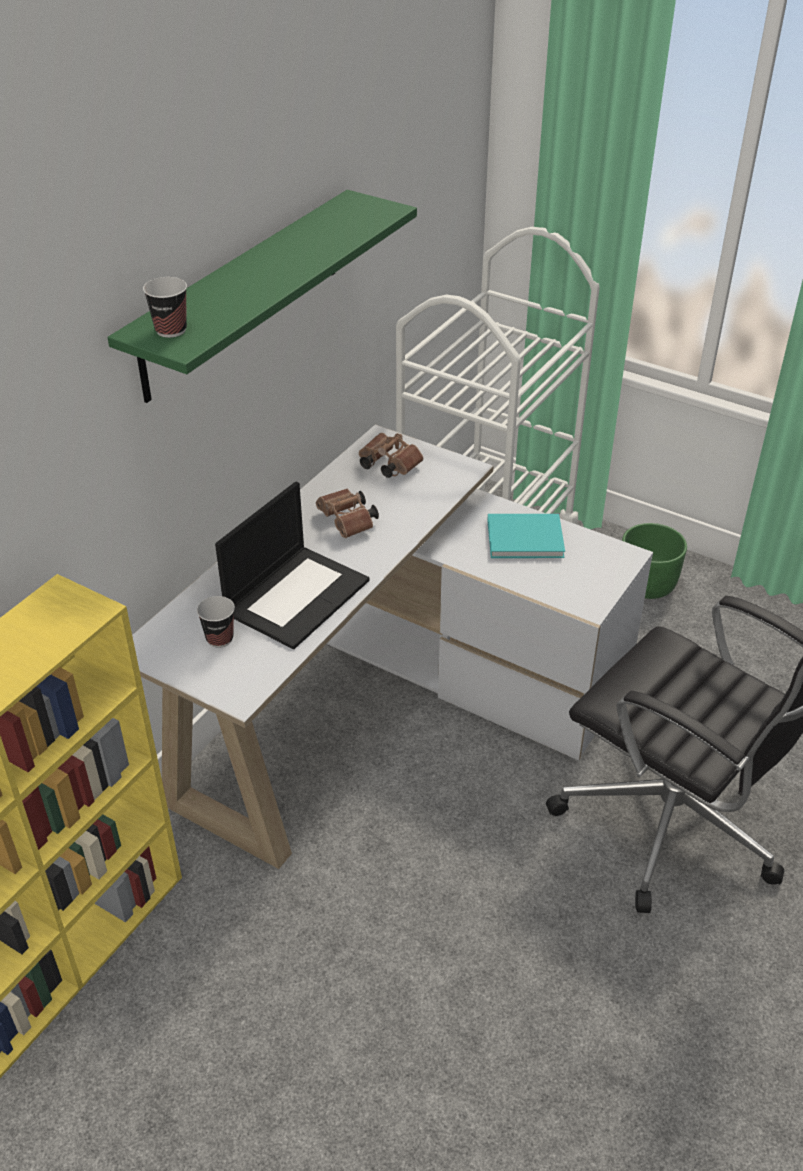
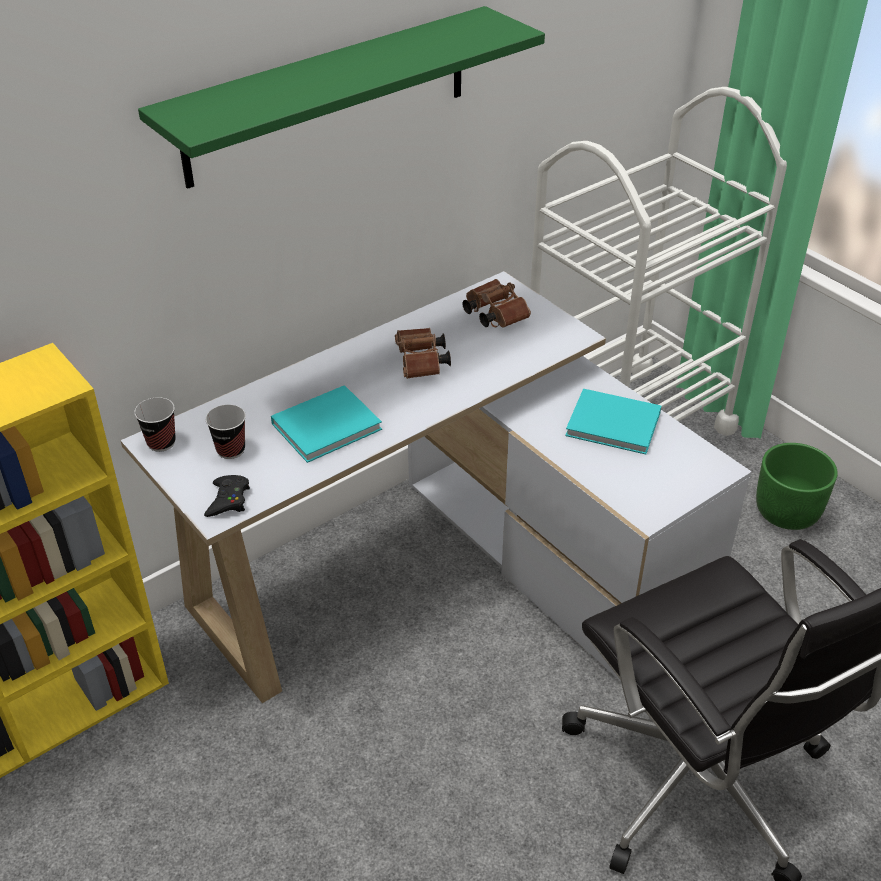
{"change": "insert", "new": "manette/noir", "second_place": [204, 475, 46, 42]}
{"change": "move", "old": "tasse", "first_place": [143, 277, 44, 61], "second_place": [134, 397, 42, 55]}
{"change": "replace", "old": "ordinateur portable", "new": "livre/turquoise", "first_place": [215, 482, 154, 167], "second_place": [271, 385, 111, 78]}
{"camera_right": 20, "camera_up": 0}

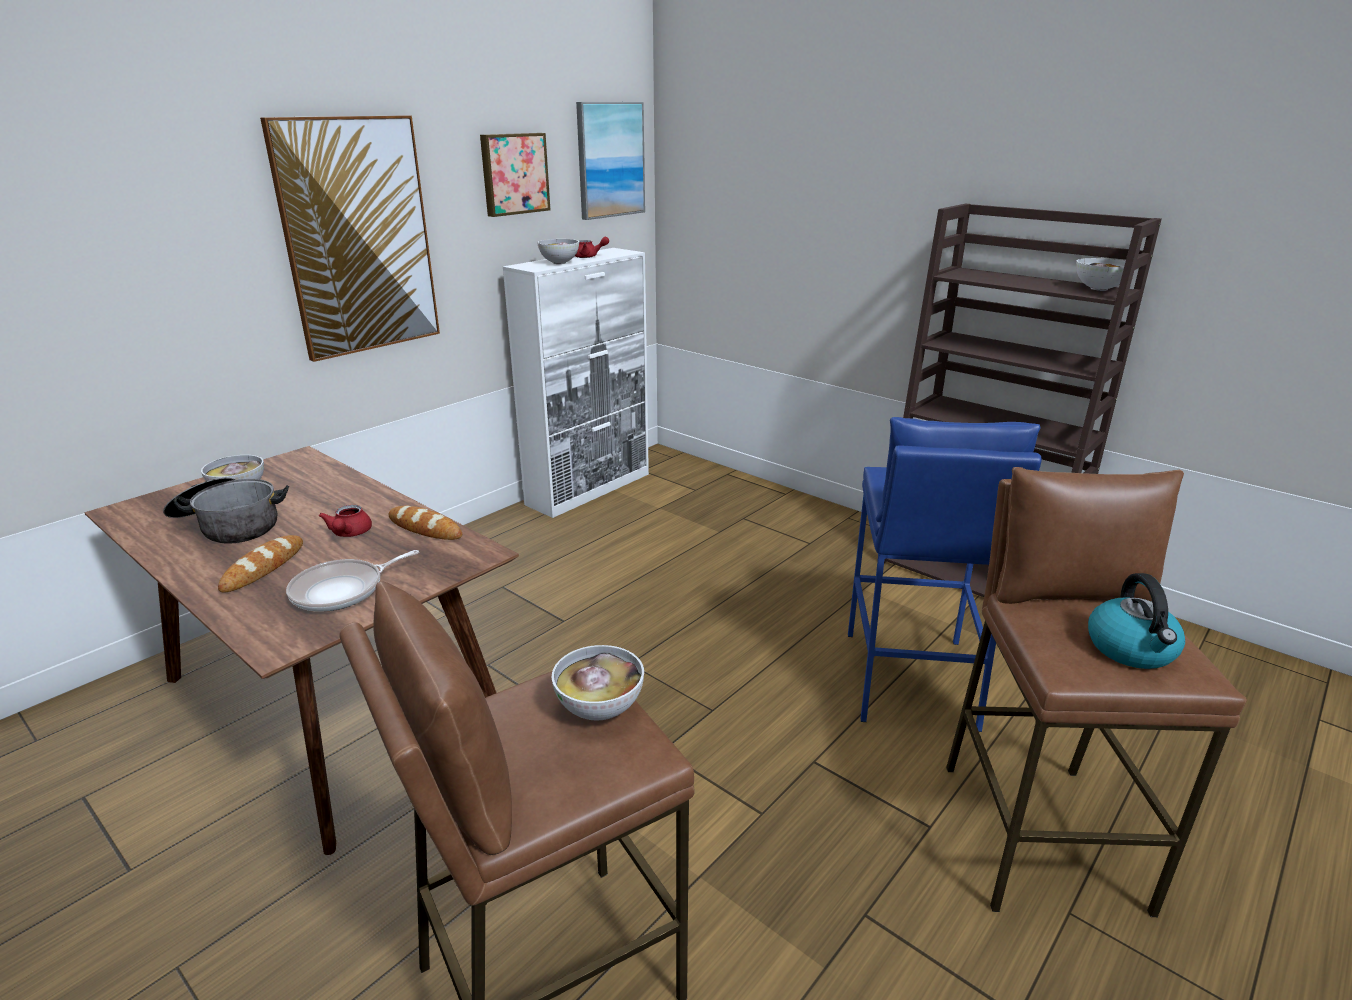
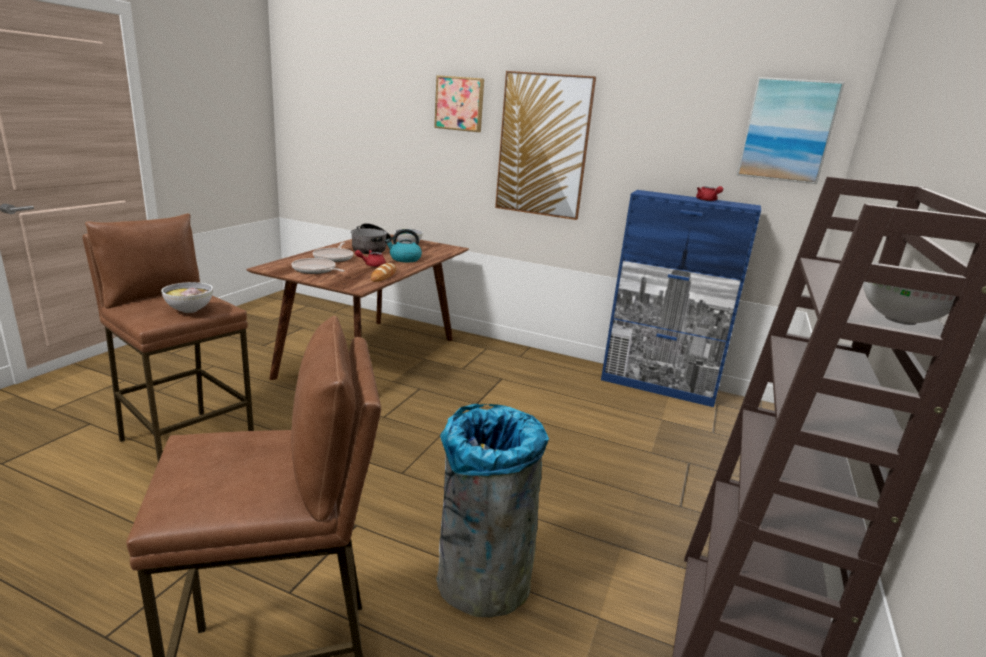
{"change": "delete", "old": "bol", "first_place": [537, 239, 42, 25]}
{"change": "move", "old": "tableau", "first_place": [480, 133, 70, 84], "second_place": [434, 75, 50, 57]}
{"change": "move", "old": "bouilloire", "first_place": [1088, 573, 97, 96], "second_place": [385, 229, 37, 33]}
{"change": "replace", "old": "pain", "new": "poêle", "first_place": [218, 535, 85, 58], "second_place": [313, 242, 40, 20]}
{"change": "replace", "old": "tabouret/bleu", "new": "poubelle/gris", "first_place": [848, 417, 194, 315], "second_place": [436, 404, 113, 213]}
{"change": "recolor", "old": "meuble de rangement/blanc", "new": "meuble de rangement/bleu", "first_place": [503, 248, 146, 270], "second_place": [601, 190, 160, 217]}
{"camera_right": 70, "camera_up": -5}

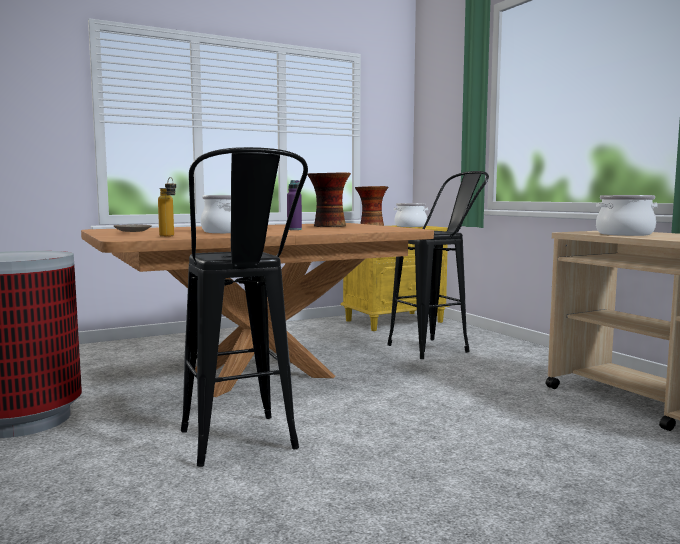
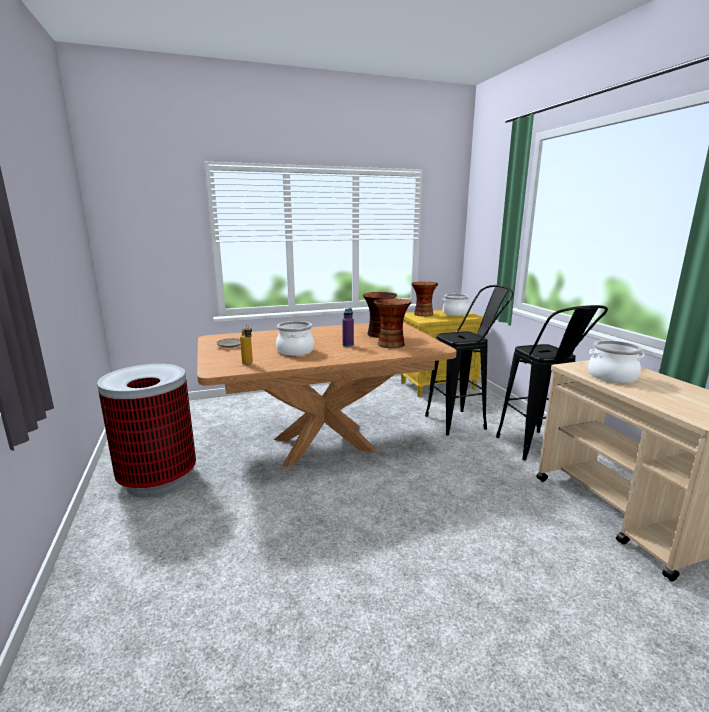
{"change": "insert", "new": "vase", "second_place": [374, 298, 37, 50]}
{"change": "move", "old": "tabouret/noir", "first_place": [181, 147, 127, 320], "second_place": [496, 305, 112, 156]}
{"camera_right": 10, "camera_up": 10}

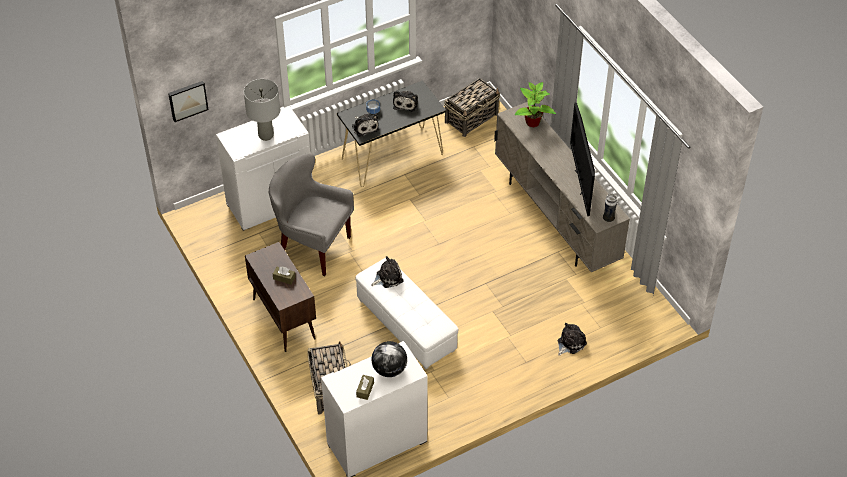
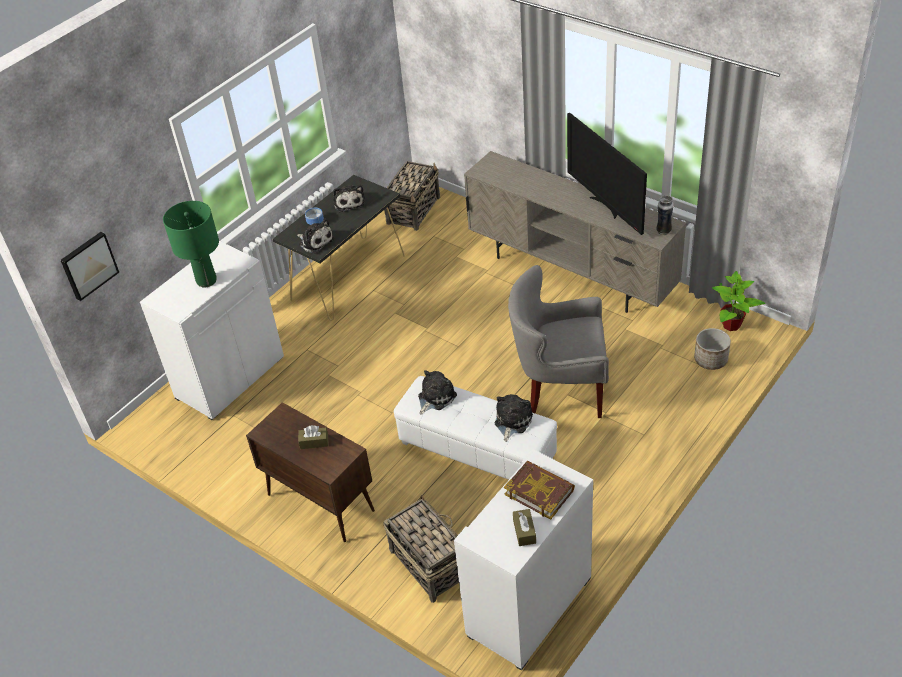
{"change": "insert", "new": "cache-pot", "second_place": [694, 328, 37, 42]}
{"change": "move", "old": "fauteuil/gris", "first_place": [269, 153, 85, 124], "second_place": [508, 265, 101, 153]}
{"change": "move", "old": "plante en pot", "first_place": [515, 82, 41, 45], "second_place": [712, 271, 54, 60]}
{"change": "move", "old": "peluche", "first_place": [558, 323, 29, 33], "second_place": [495, 394, 38, 48]}
{"change": "replace", "old": "globe", "new": "livre", "first_place": [371, 341, 36, 36], "second_place": [504, 461, 71, 59]}
{"change": "recolor", "old": "lampe de table/gris", "new": "lampe de table/vert", "first_place": [244, 79, 36, 62], "second_place": [163, 201, 56, 87]}
{"camera_right": -20, "camera_up": -5}

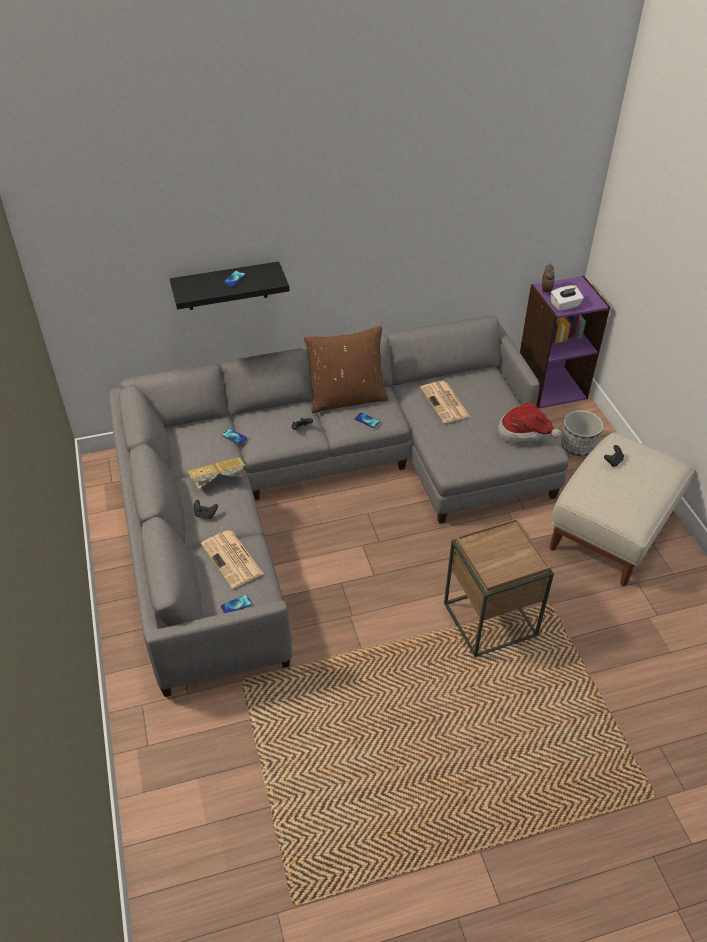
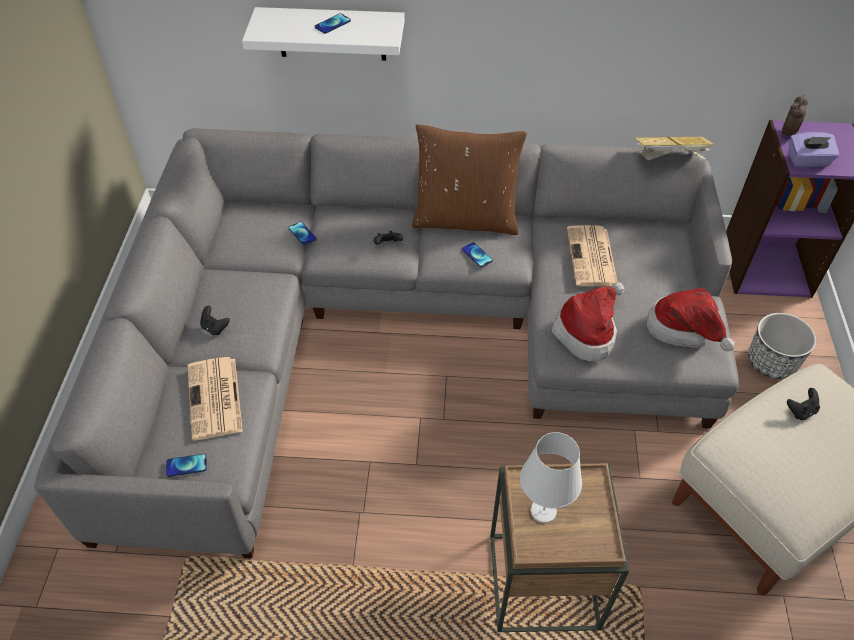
{"change": "insert", "new": "lampe de table/blanc", "second_place": [520, 432, 62, 91]}
{"change": "insert", "new": "chapeau", "second_place": [552, 282, 73, 80]}
{"change": "move", "old": "livre", "first_place": [187, 457, 58, 32], "second_place": [634, 136, 81, 24]}
{"change": "recolor", "old": "étagère/noir", "new": "étagère/blanc", "first_place": [170, 261, 119, 49], "second_place": [242, 7, 163, 54]}
{"change": "recolor", "old": "boîte à mouchoirs/blanc", "new": "boîte à mouchoirs/violet", "first_place": [551, 285, 33, 26], "second_place": [788, 132, 52, 35]}
{"camera_right": 20, "camera_up": 5}

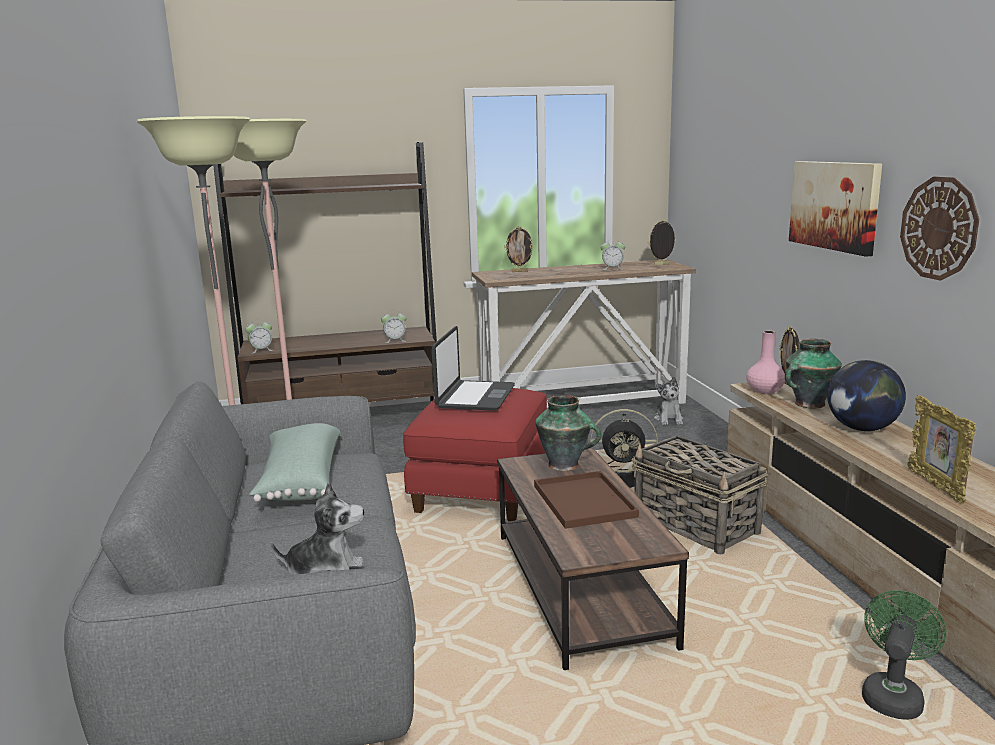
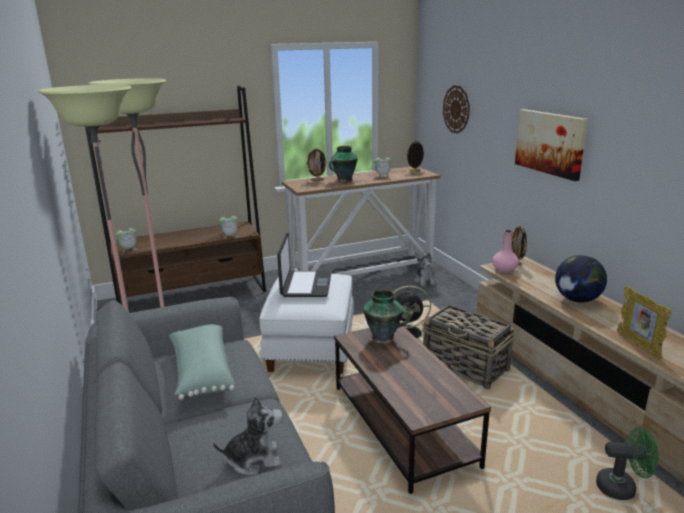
{"change": "delete", "old": "plateau/marron", "first_place": [534, 471, 105, 58]}
{"change": "move", "old": "vase", "first_place": [785, 339, 57, 69], "second_place": [329, 146, 29, 36]}
{"change": "move", "old": "horloge murale", "first_place": [900, 177, 79, 104], "second_place": [443, 85, 27, 49]}
{"change": "recolor", "old": "pouf/rouge", "new": "pouf/blanc", "first_place": [403, 388, 144, 133], "second_place": [259, 274, 94, 100]}
{"change": "rotate", "old": "ventilateur/vert", "first_place": [862, 590, 84, 130], "second_place": [596, 427, 63, 73], "degrees": 75}
{"camera_right": -10, "camera_up": 5}

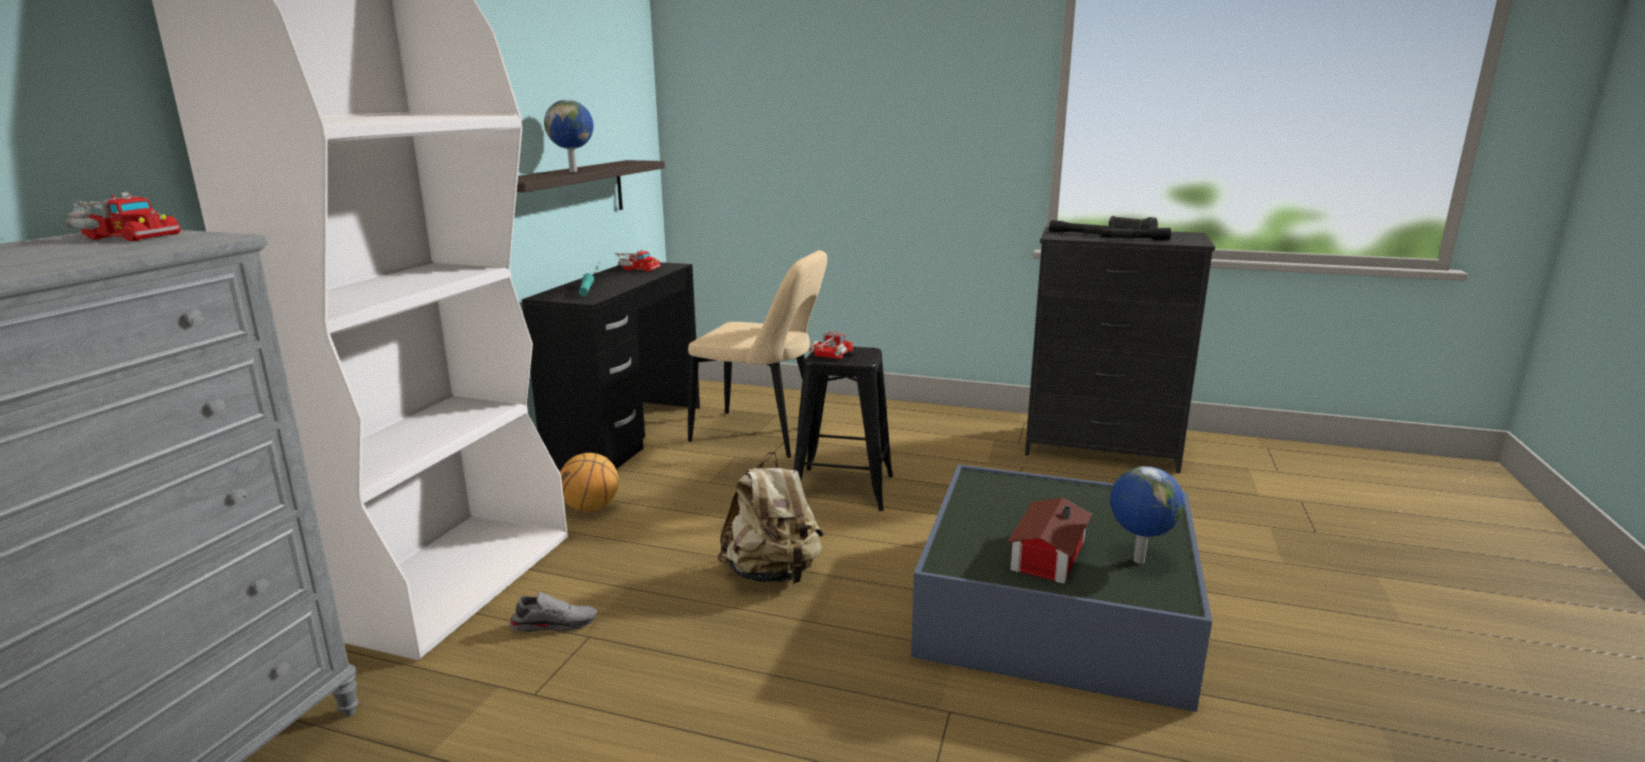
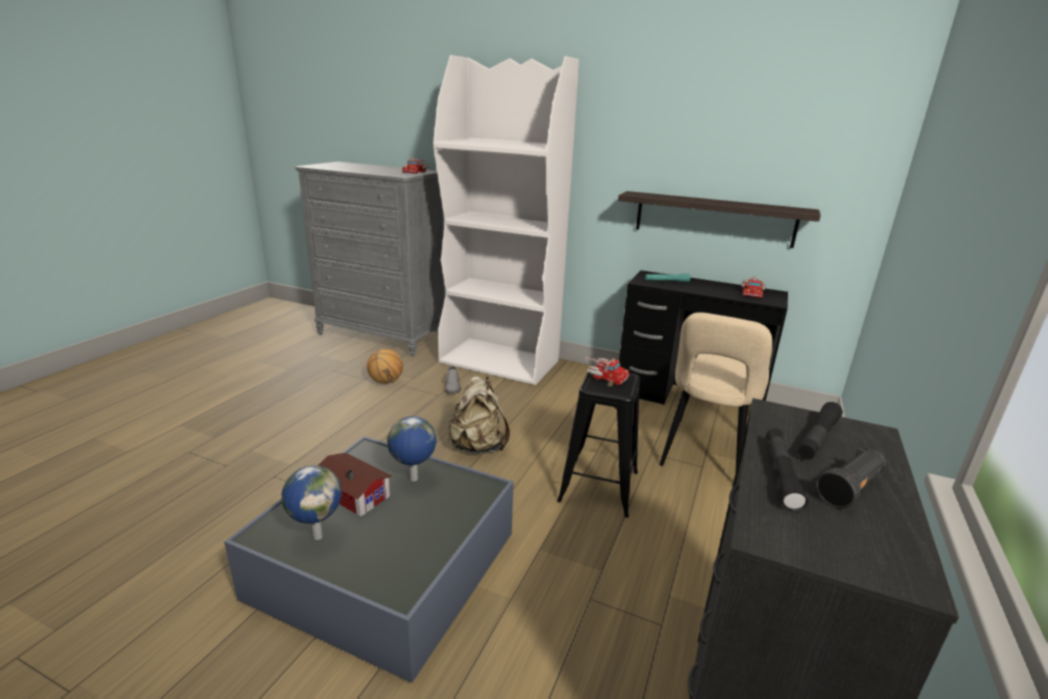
{"change": "move", "old": "globe", "first_place": [544, 100, 49, 72], "second_place": [387, 416, 50, 65]}
{"change": "move", "old": "ballon de basket", "first_place": [560, 453, 59, 59], "second_place": [367, 349, 36, 35]}
{"camera_right": 95, "camera_up": 5}

